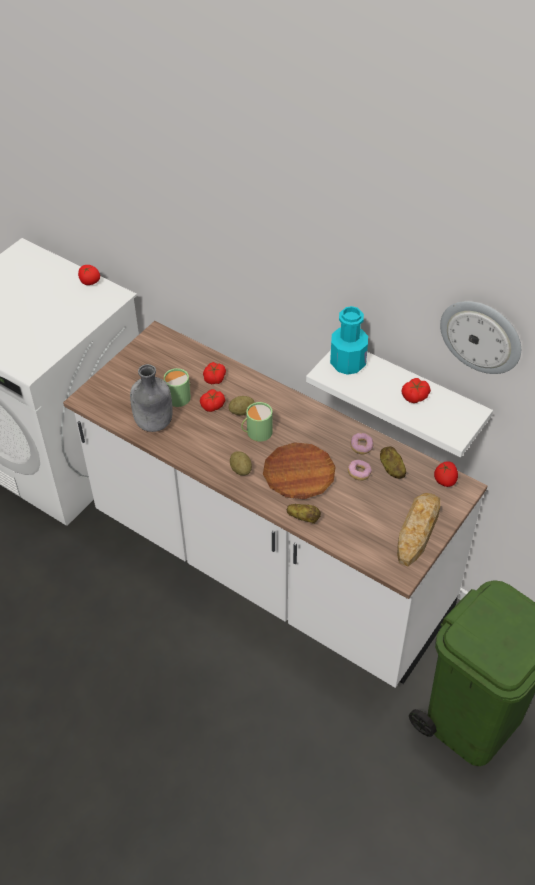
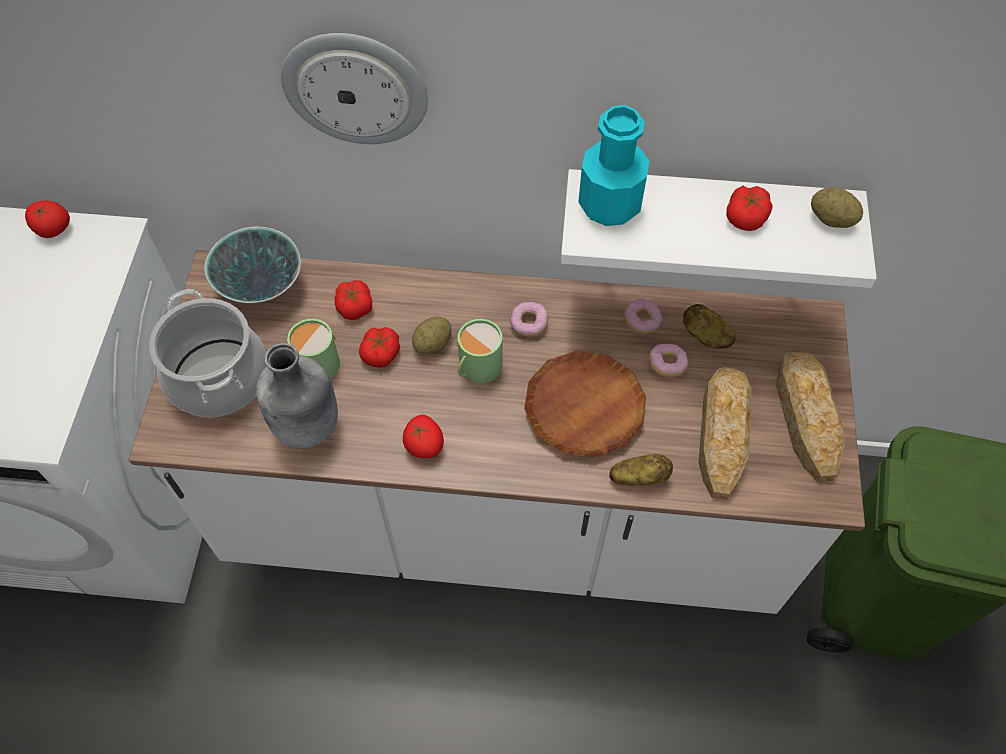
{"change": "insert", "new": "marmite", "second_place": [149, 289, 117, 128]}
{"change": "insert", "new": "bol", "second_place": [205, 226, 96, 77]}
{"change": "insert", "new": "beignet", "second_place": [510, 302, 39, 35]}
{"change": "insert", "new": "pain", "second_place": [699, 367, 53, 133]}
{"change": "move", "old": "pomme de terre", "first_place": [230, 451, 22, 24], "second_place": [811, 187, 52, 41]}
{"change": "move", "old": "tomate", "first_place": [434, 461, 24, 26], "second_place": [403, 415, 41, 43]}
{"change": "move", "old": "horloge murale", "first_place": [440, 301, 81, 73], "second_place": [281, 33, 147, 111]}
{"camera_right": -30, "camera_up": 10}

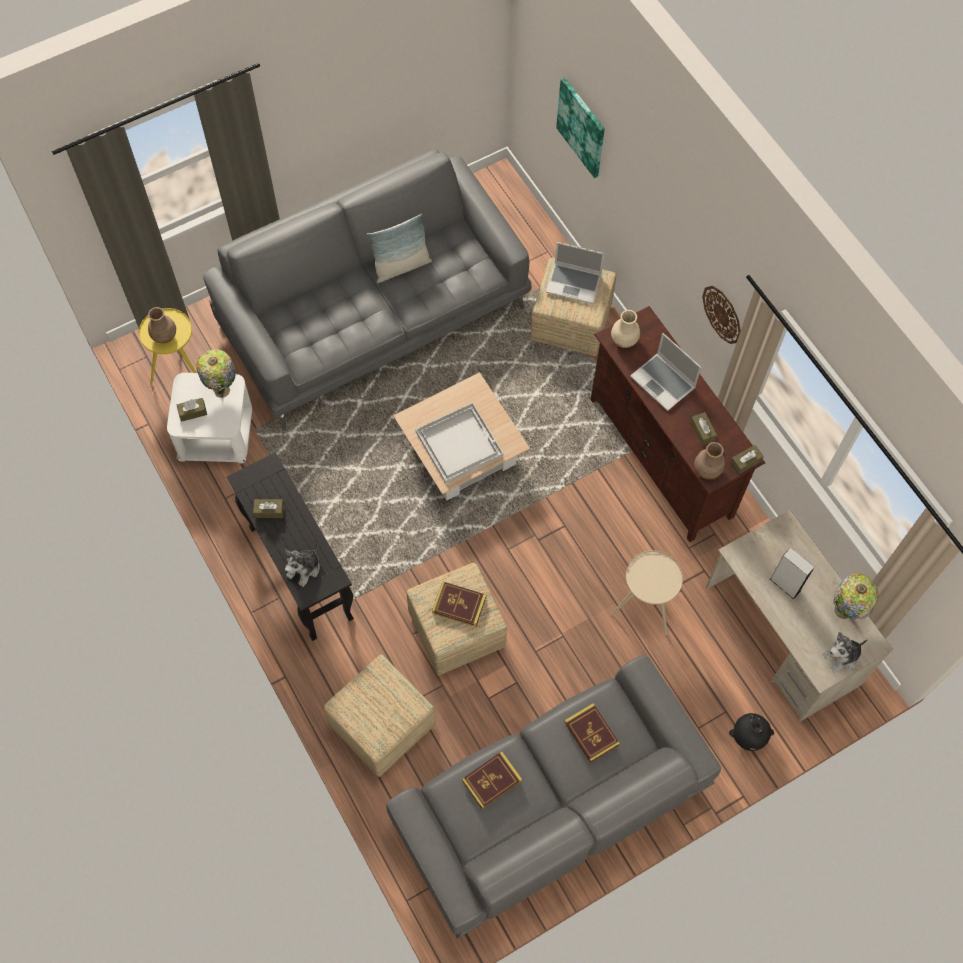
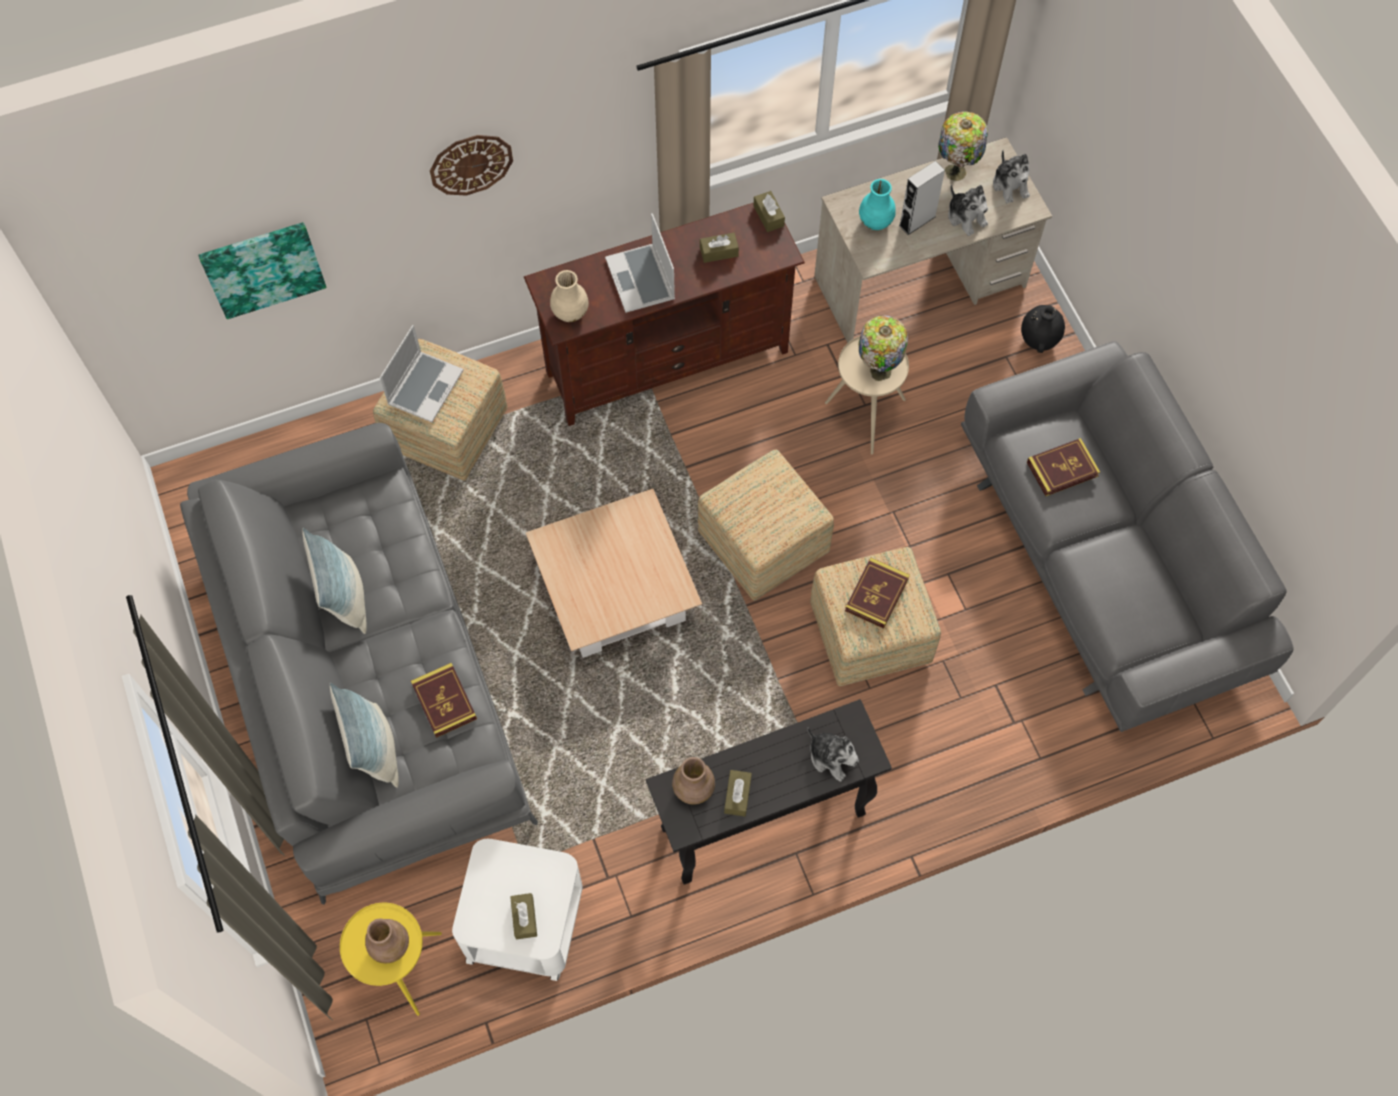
{"change": "delete", "old": "plateau/blanc", "first_place": [415, 403, 88, 81]}
{"change": "insert", "new": "coussin", "second_place": [330, 683, 69, 105]}
{"change": "insert", "new": "vase/turquoise", "second_place": [859, 179, 37, 51]}
{"change": "insert", "new": "peluche", "second_place": [948, 184, 40, 52]}
{"change": "move", "old": "lampe de table", "first_place": [196, 350, 40, 48], "second_place": [859, 316, 49, 65]}
{"change": "move", "old": "pouf", "first_place": [323, 655, 113, 122], "second_place": [698, 450, 136, 150]}
{"change": "move", "old": "livre", "first_place": [462, 751, 60, 58], "second_place": [411, 663, 66, 75]}
{"change": "move", "old": "vase/marron", "first_place": [694, 442, 31, 37], "second_place": [672, 757, 43, 48]}
{"change": "move", "old": "horloge murale", "first_place": [702, 285, 39, 59], "second_place": [430, 135, 83, 60]}
{"change": "rotate", "old": "ordinateur portable", "first_place": [630, 333, 71, 78], "second_place": [605, 213, 70, 100], "degrees": 105}
{"camera_right": -80, "camera_up": 0}

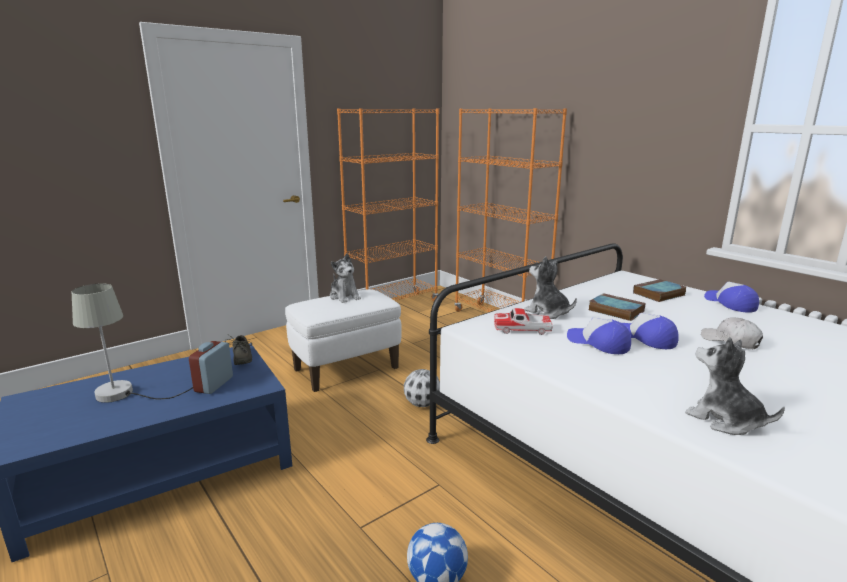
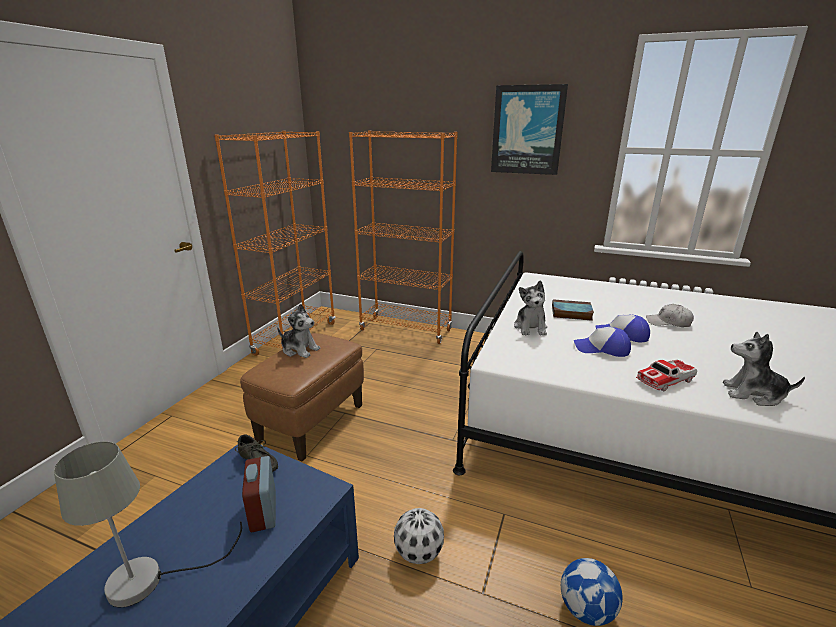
{"change": "delete", "old": "livre", "first_place": [633, 279, 53, 23]}
{"change": "delete", "old": "casquette", "first_place": [704, 282, 55, 31]}
{"change": "insert", "new": "tableau", "second_place": [491, 84, 77, 91]}
{"change": "move", "old": "ballon de foot", "first_place": [404, 369, 36, 38], "second_place": [394, 508, 50, 56]}
{"change": "move", "old": "petite voiture", "first_place": [494, 308, 59, 27], "second_place": [636, 359, 61, 32]}
{"change": "recolor", "old": "pouf/blanc", "new": "pouf/marron", "first_place": [285, 289, 117, 103], "second_place": [240, 333, 124, 128]}
{"change": "rotate", "old": "peluche", "first_place": [524, 256, 53, 63], "second_place": [514, 280, 33, 56], "degrees": -105}
{"camera_right": -30, "camera_up": 5}

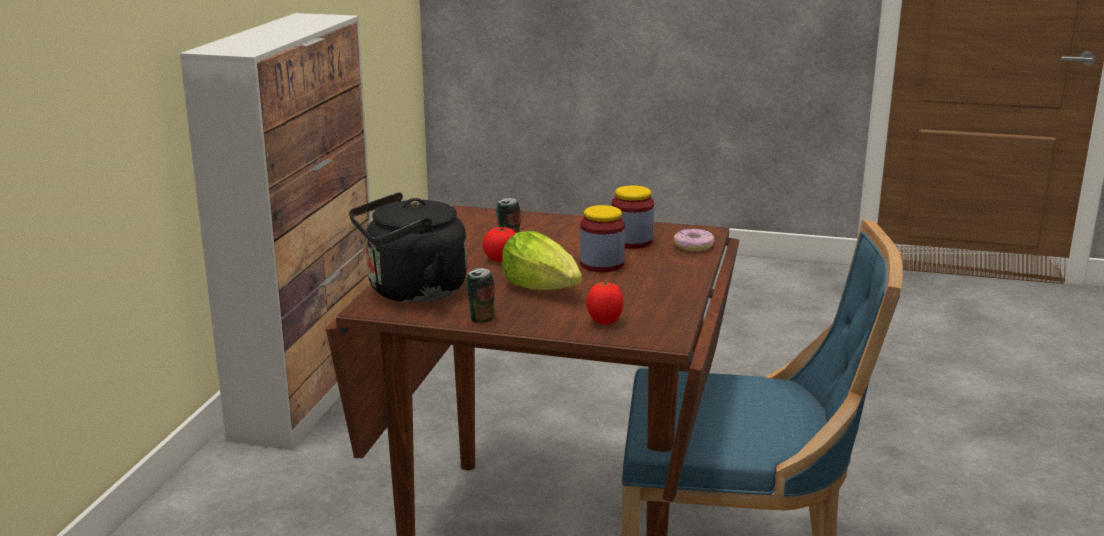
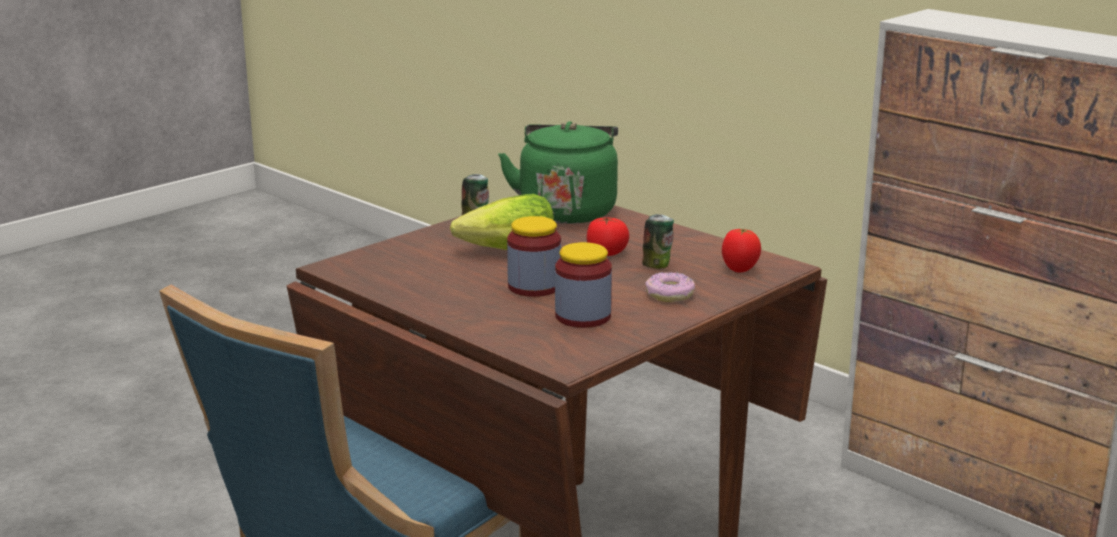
{"change": "move", "old": "tomate", "first_place": [586, 281, 37, 44], "second_place": [722, 229, 39, 44]}
{"change": "move", "old": "beignet", "first_place": [674, 229, 40, 22], "second_place": [645, 272, 50, 30]}
{"change": "recolor", "old": "bouilloire/noir", "new": "bouilloire/vert", "first_place": [349, 192, 118, 111], "second_place": [498, 121, 120, 103]}
{"camera_right": 120, "camera_up": 0}

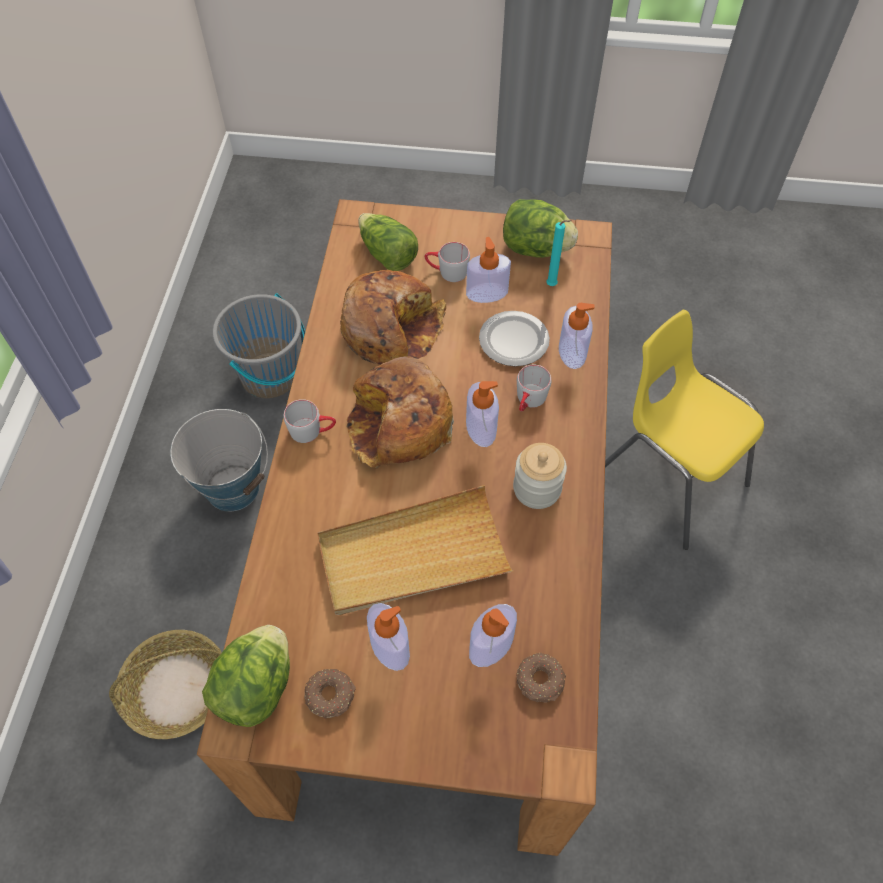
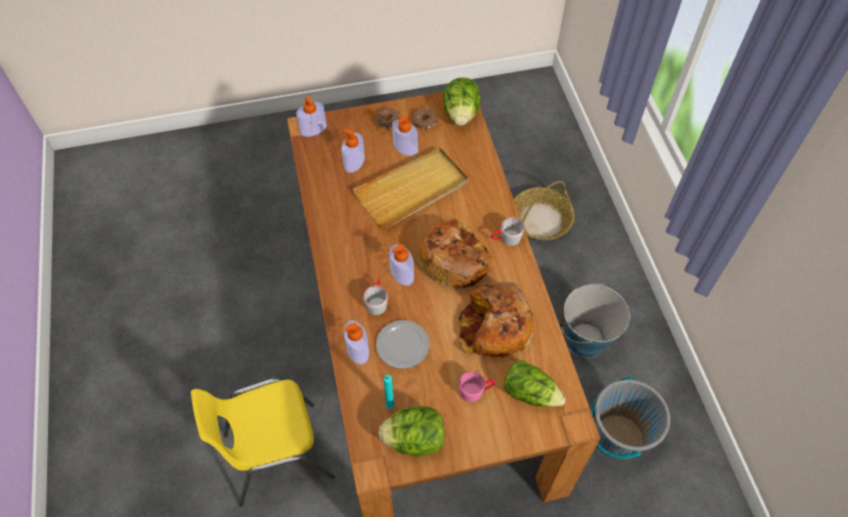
{"change": "delete", "old": "bocal", "first_place": [513, 443, 54, 66]}
{"change": "move", "old": "distributeur de savon", "first_place": [466, 237, 45, 66], "second_place": [296, 96, 31, 41]}
{"change": "move", "old": "beignet", "first_place": [516, 653, 50, 50], "second_place": [376, 107, 25, 22]}
{"change": "recolor", "old": "mug/gris", "new": "mug/rose", "first_place": [425, 242, 45, 40], "second_place": [459, 371, 37, 31]}
{"change": "rotate", "old": "chaise/jaune", "first_place": [605, 310, 159, 240], "second_place": [191, 377, 144, 130], "degrees": 135}
{"camera_right": 160, "camera_up": 0}

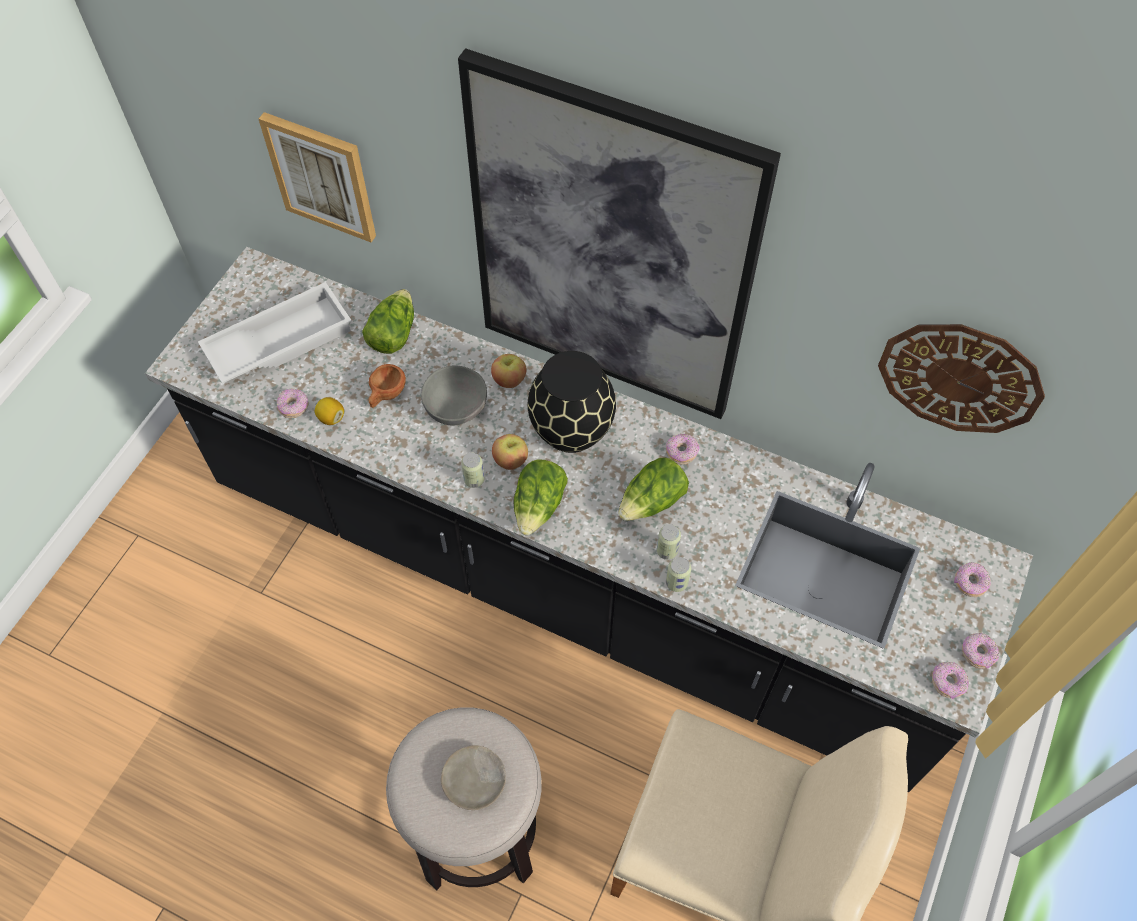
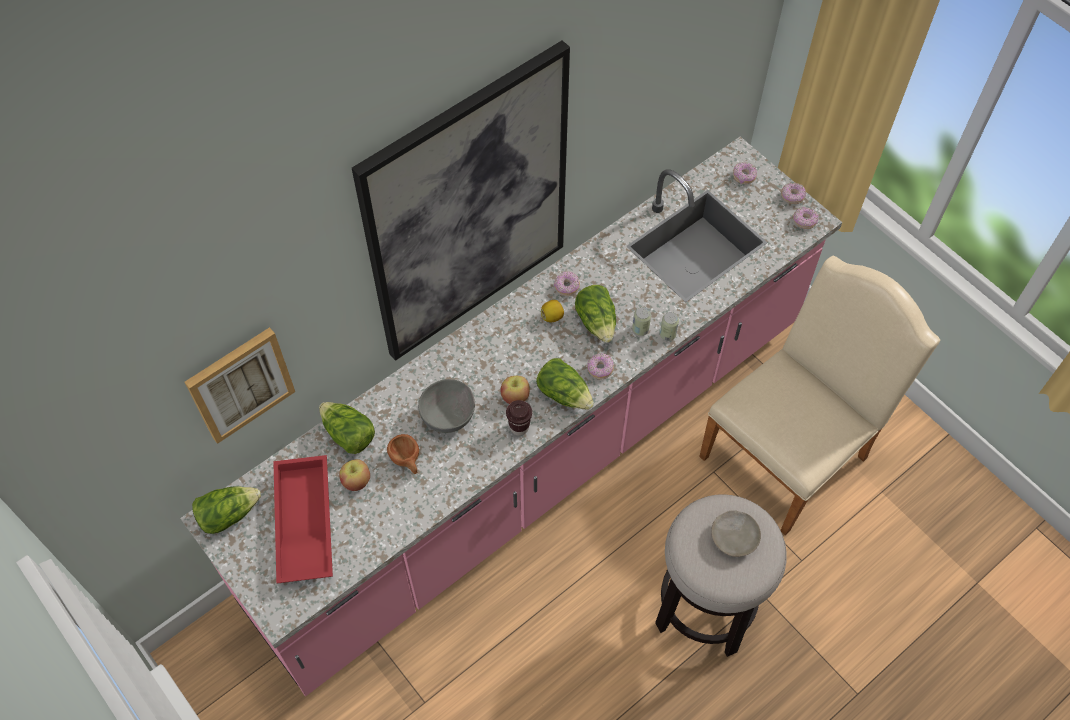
{"change": "delete", "old": "vase/noir", "first_place": [527, 351, 89, 102]}
{"change": "delete", "old": "horloge murale", "first_place": [878, 324, 167, 109]}
{"change": "insert", "new": "laitue", "second_place": [192, 486, 69, 48]}
{"change": "move", "old": "beignet", "first_place": [277, 389, 31, 29], "second_place": [587, 353, 27, 27]}
{"change": "move", "old": "citron", "first_place": [315, 397, 29, 28], "second_place": [541, 300, 23, 22]}
{"change": "move", "old": "pomme", "first_place": [491, 354, 35, 34], "second_place": [339, 459, 31, 32]}
{"change": "replace", "old": "boîte métallique", "new": "tasse/marron", "first_place": [461, 452, 23, 36], "second_place": [506, 400, 26, 36]}
{"change": "recolor", "old": "comptoir de cuisine/noir", "new": "comptoir de cuisine/rose", "first_place": [145, 247, 888, 545], "second_place": [180, 137, 662, 559]}
{"change": "recolor", "old": "plateau/blanc", "new": "plateau/rouge", "first_place": [198, 282, 154, 101], "second_place": [273, 455, 60, 128]}
{"camera_right": -65, "camera_up": 0}

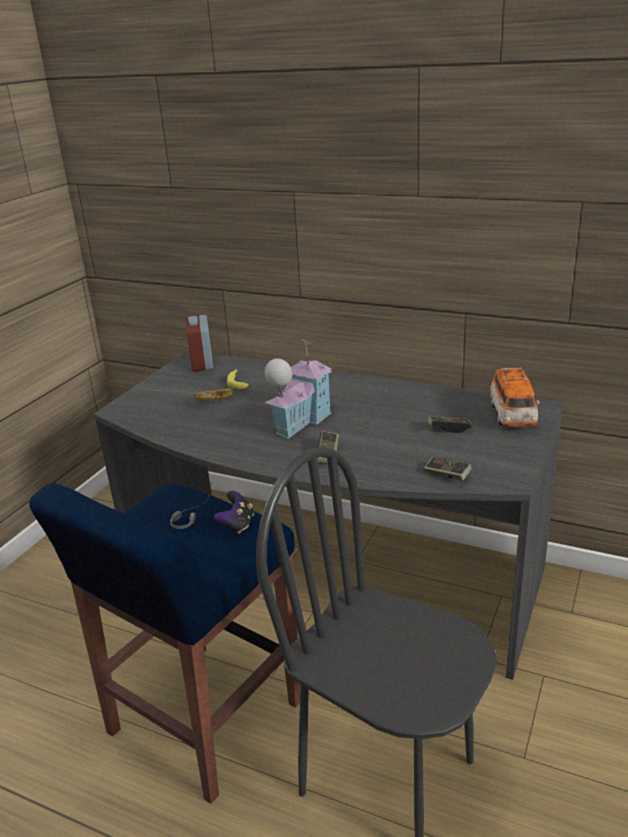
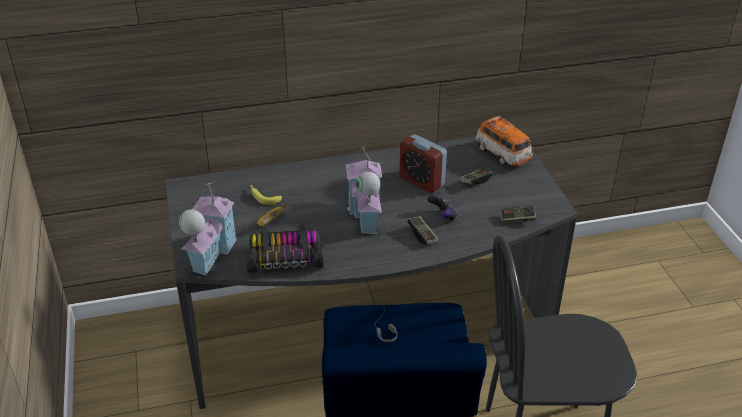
{"change": "insert", "new": "maison miniature", "second_place": [179, 181, 58, 95]}
{"change": "insert", "new": "petite voiture", "second_place": [246, 223, 78, 50]}
{"change": "move", "old": "réveil", "first_place": [186, 315, 27, 56], "second_place": [399, 134, 48, 59]}
{"change": "move", "old": "manette", "first_place": [214, 491, 40, 43], "second_place": [427, 195, 30, 26]}
{"camera_right": -40, "camera_up": 10}

